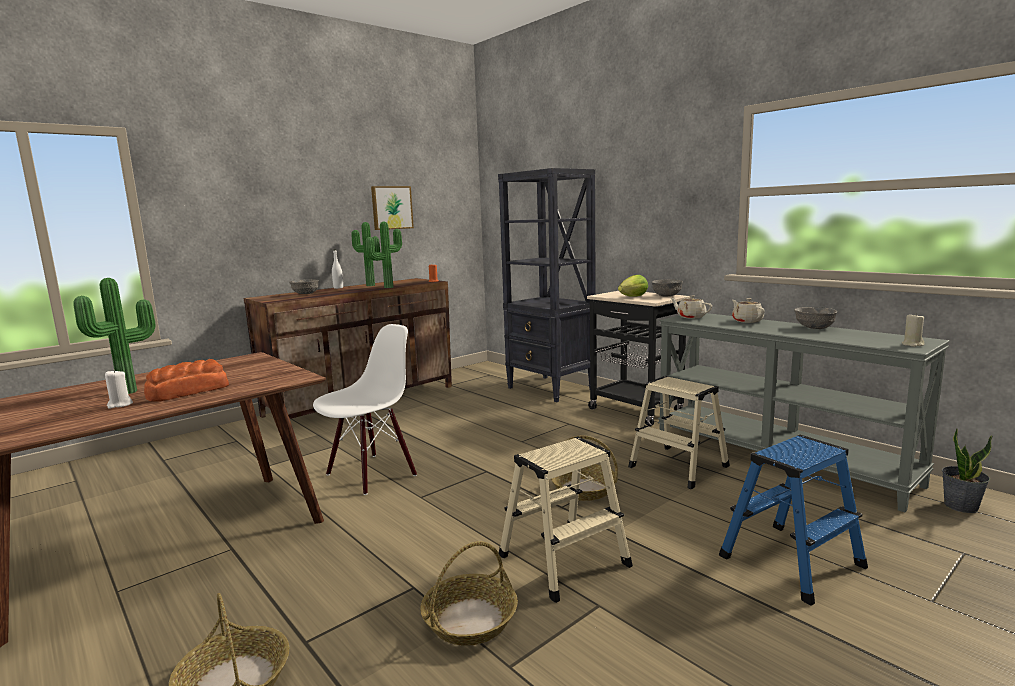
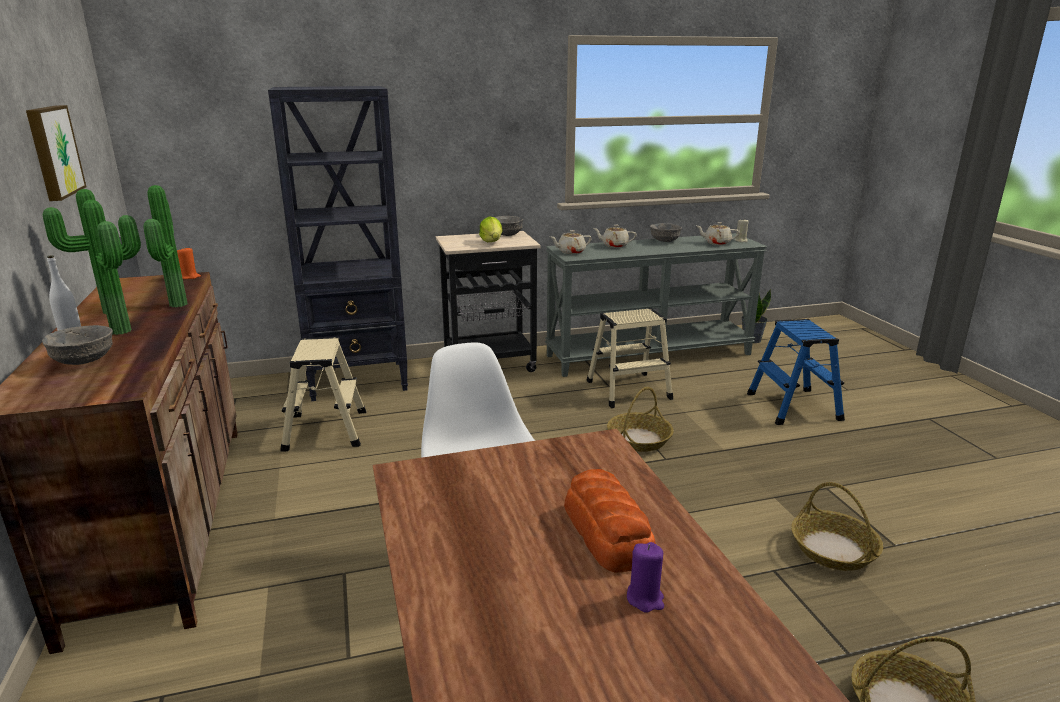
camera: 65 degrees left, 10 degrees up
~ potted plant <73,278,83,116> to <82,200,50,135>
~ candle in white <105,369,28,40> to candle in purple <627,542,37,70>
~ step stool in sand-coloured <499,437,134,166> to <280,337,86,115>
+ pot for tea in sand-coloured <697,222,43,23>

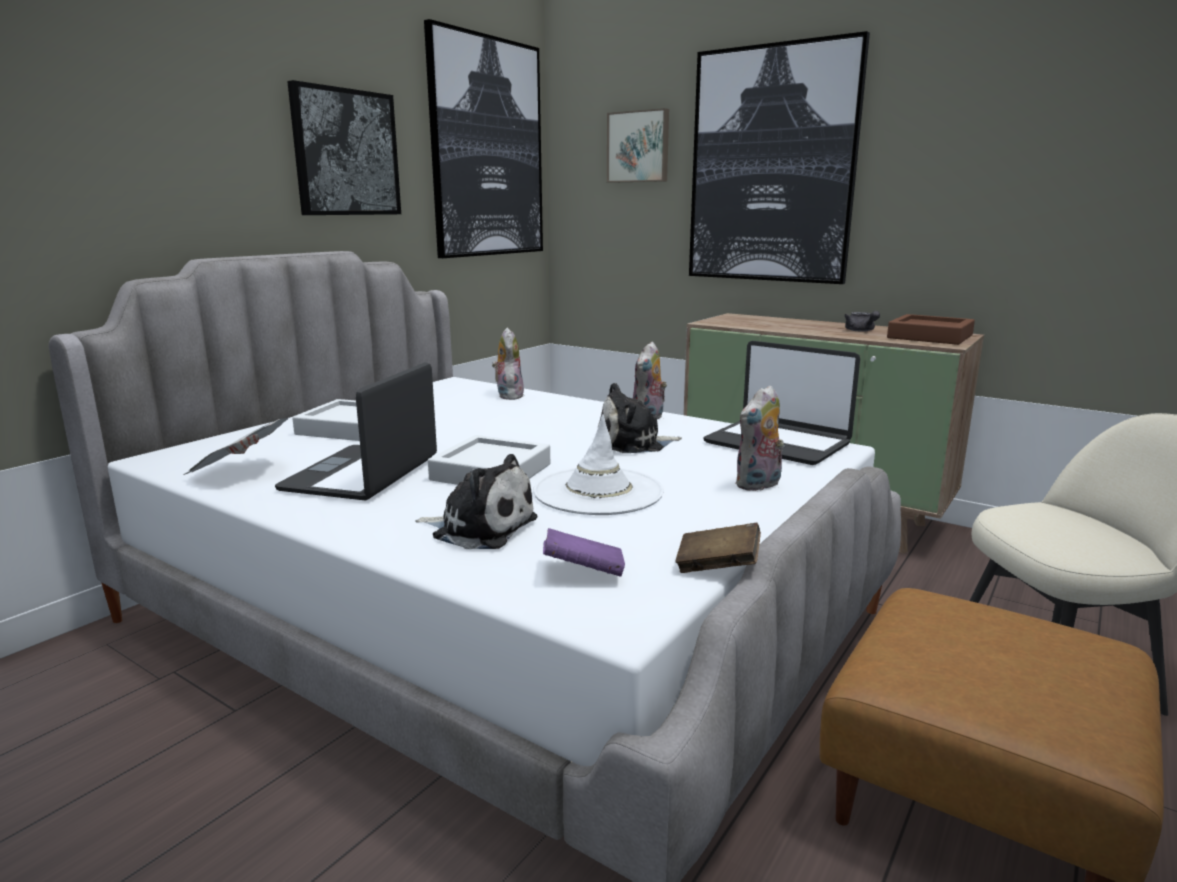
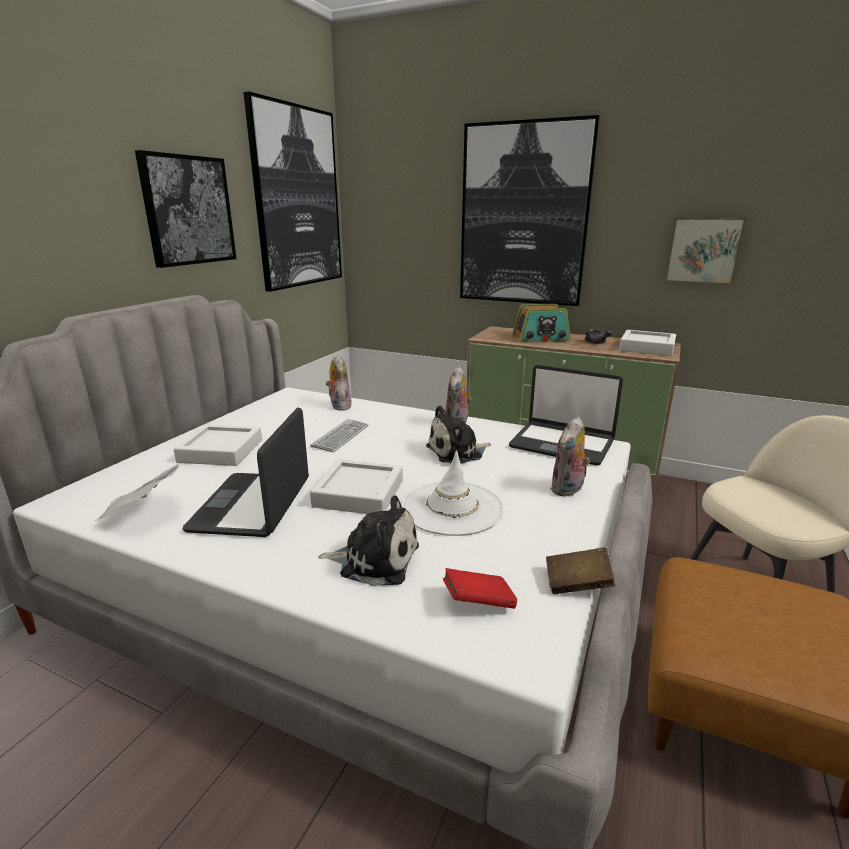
camera: 10 degrees left, 5 degrees up
~ wall art <607,108,62,75> to <665,218,81,67>
~ tray in brownish <887,314,88,31> to tray in white <619,330,57,26>
~ book in purple <543,528,82,49> to book in red <443,568,74,41>
+ radio set <512,304,58,38>
+ computer keyboard <310,419,59,33>

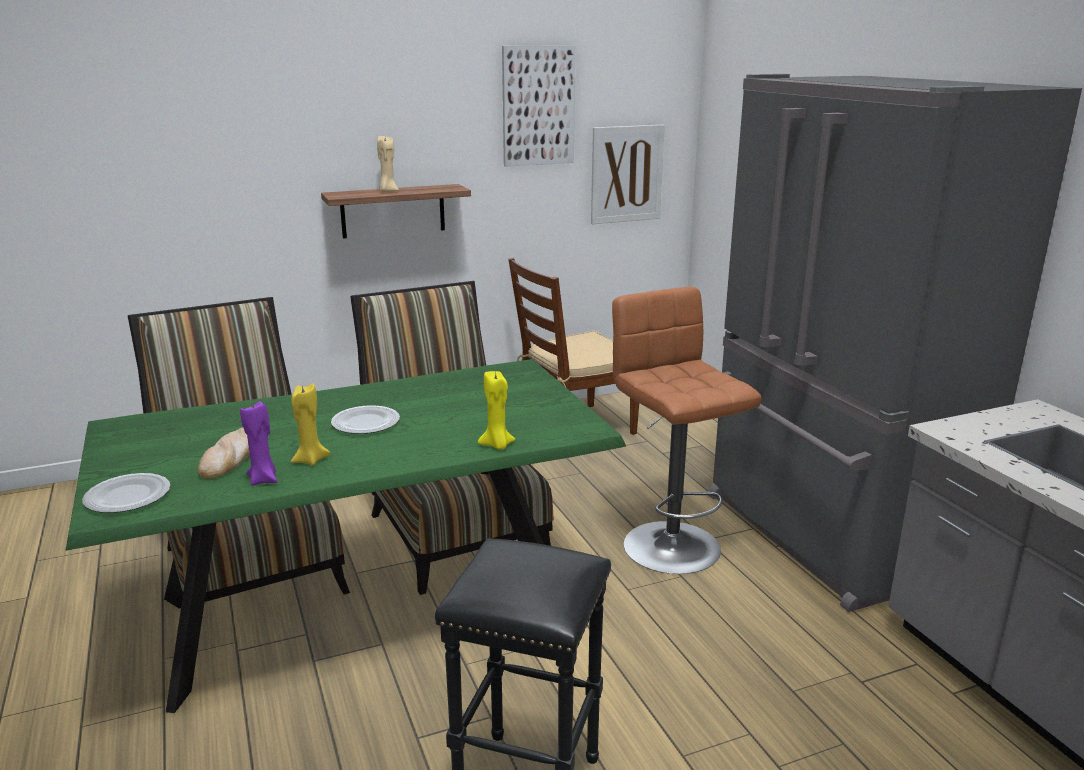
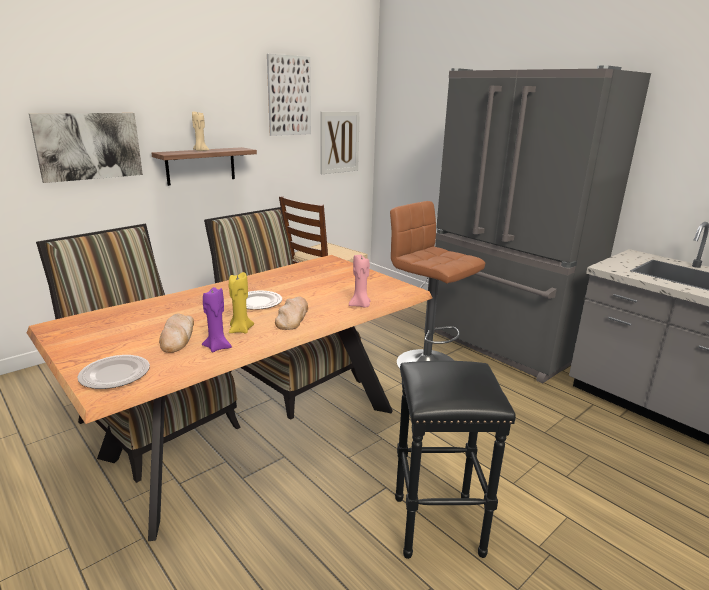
camera: 20 degrees left, 0 degrees up
~ kitchen table in green-coloured <66,359,560,354> to kitchen table in brownish <27,255,405,286>
~ candle in yellow <478,371,37,78> to candle in pink-coloured <349,255,22,52>
+ wall art <29,113,114,70>
+ bread <275,296,33,34>

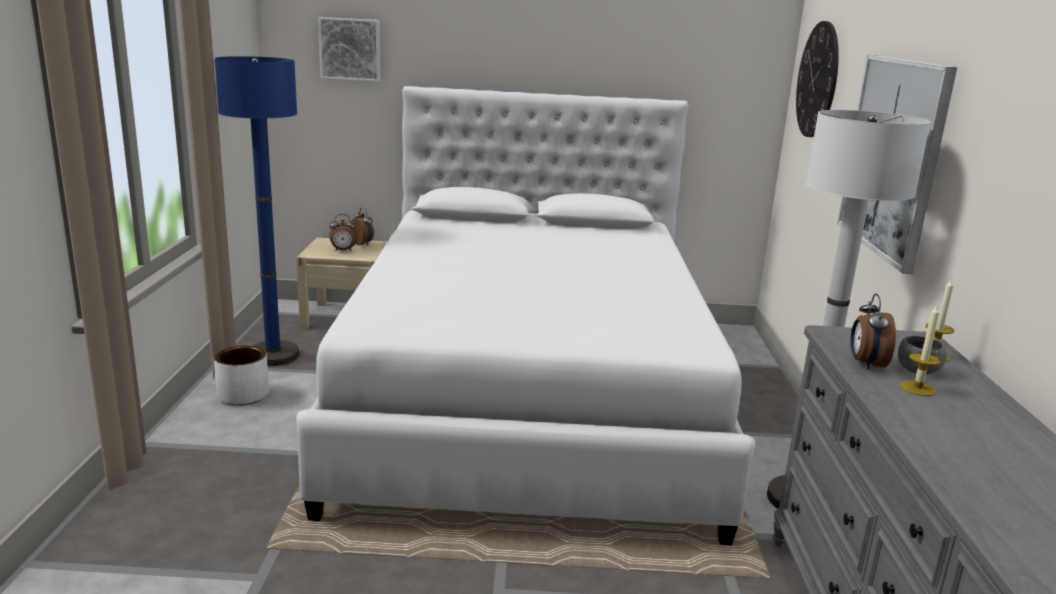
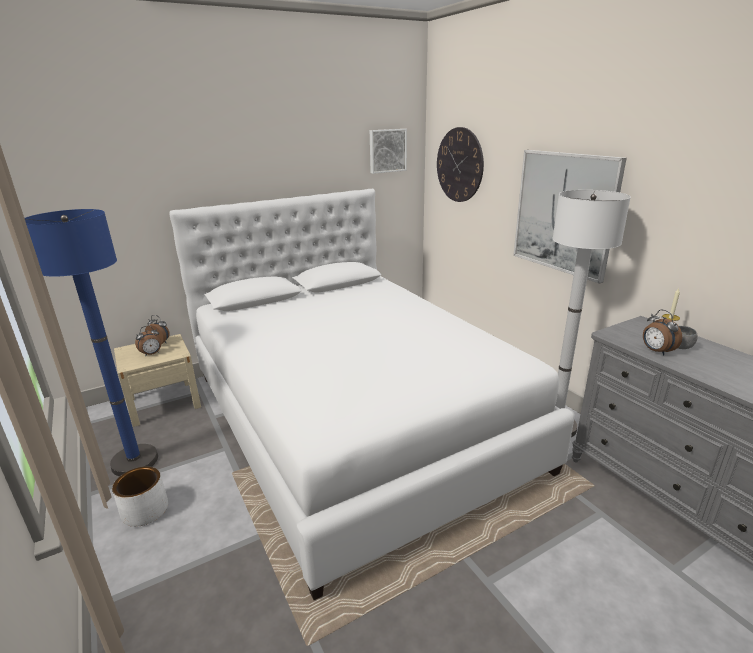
camera: 30 degrees left, 5 degrees up
~ wall art <318,17,62,65> to <370,129,37,45>
- candle <900,303,41,93>

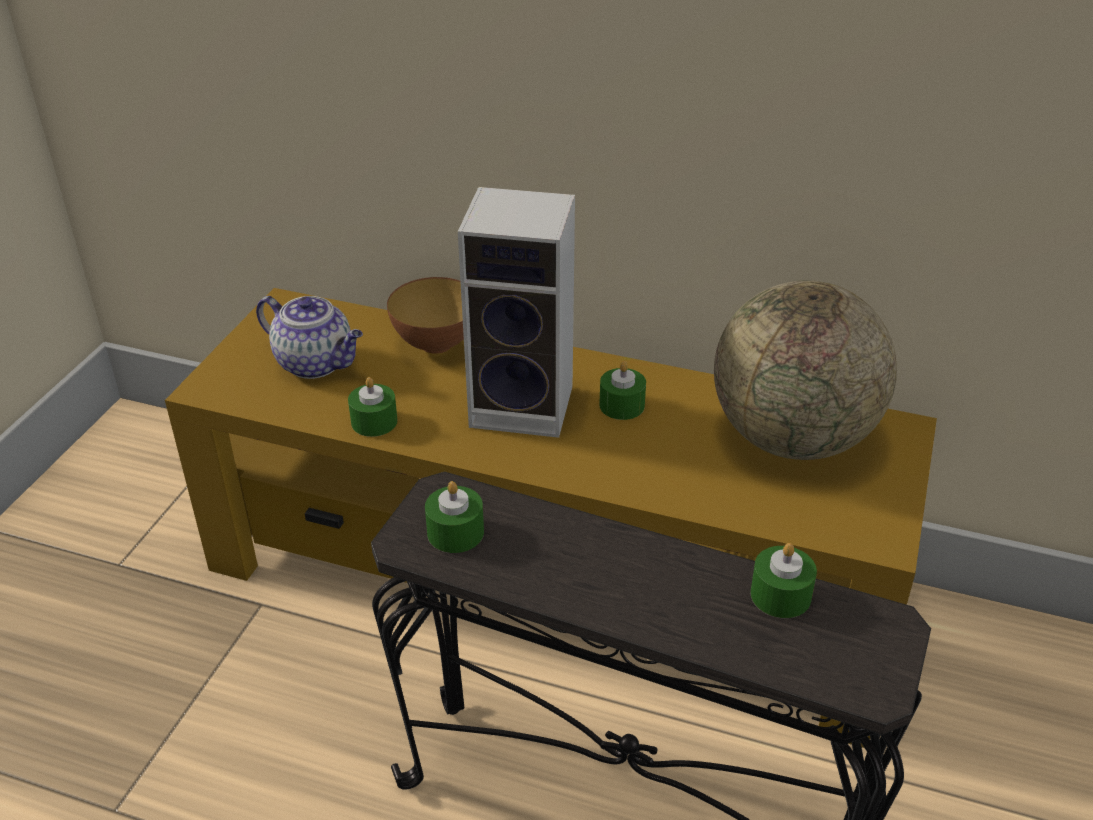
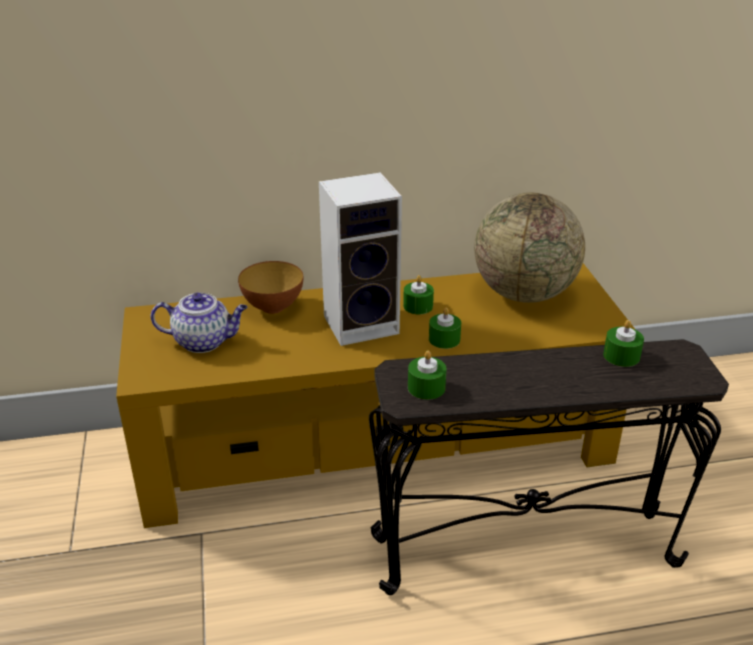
camera: 30 degrees left, 5 degrees down
~ candle in green-coloured <348,377,49,60> to <429,307,32,42>

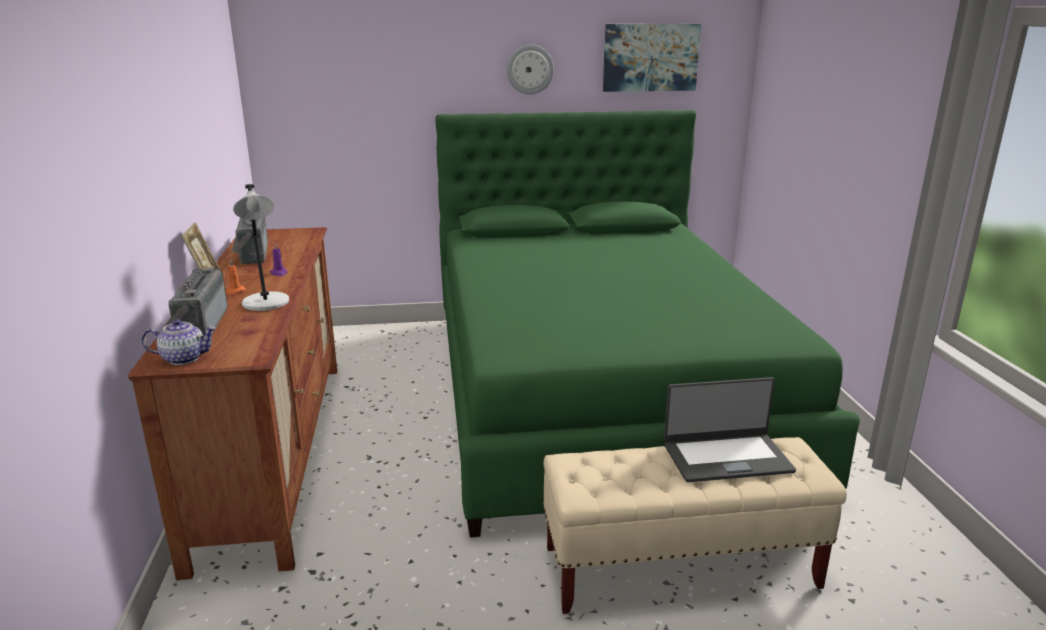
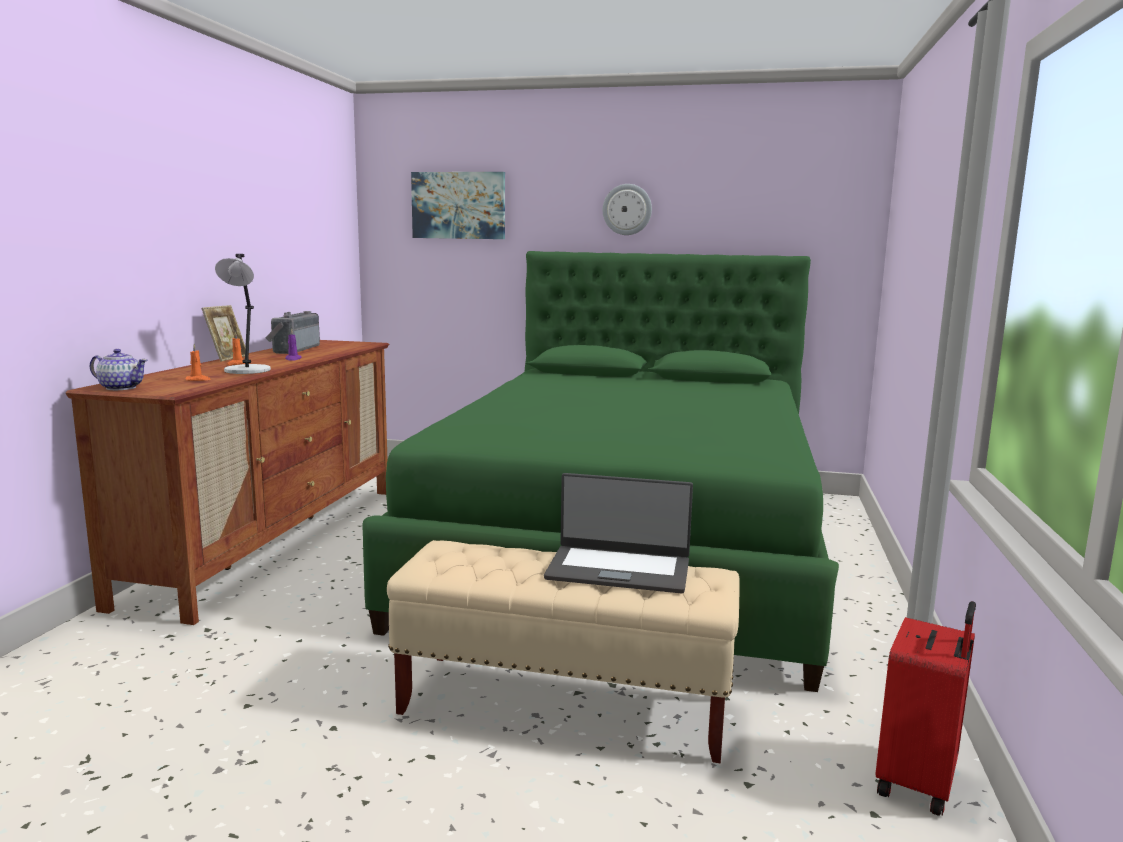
camera: 20 degrees right, 10 degrees down
~ wall art <603,24,98,68> to <411,172,94,67>
- radio set <164,268,64,68>
+ candle in orangey <185,344,25,37>
+ suitcase in red <875,601,101,215>

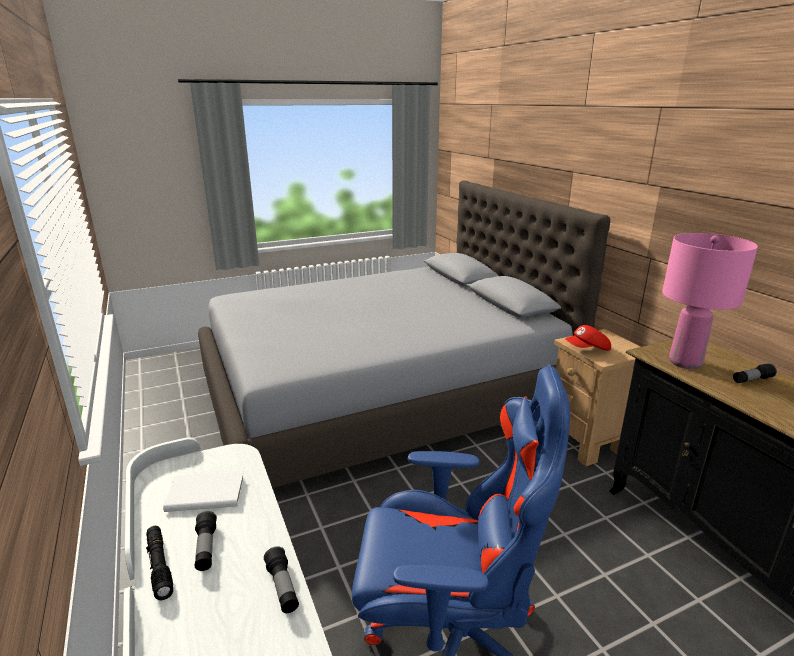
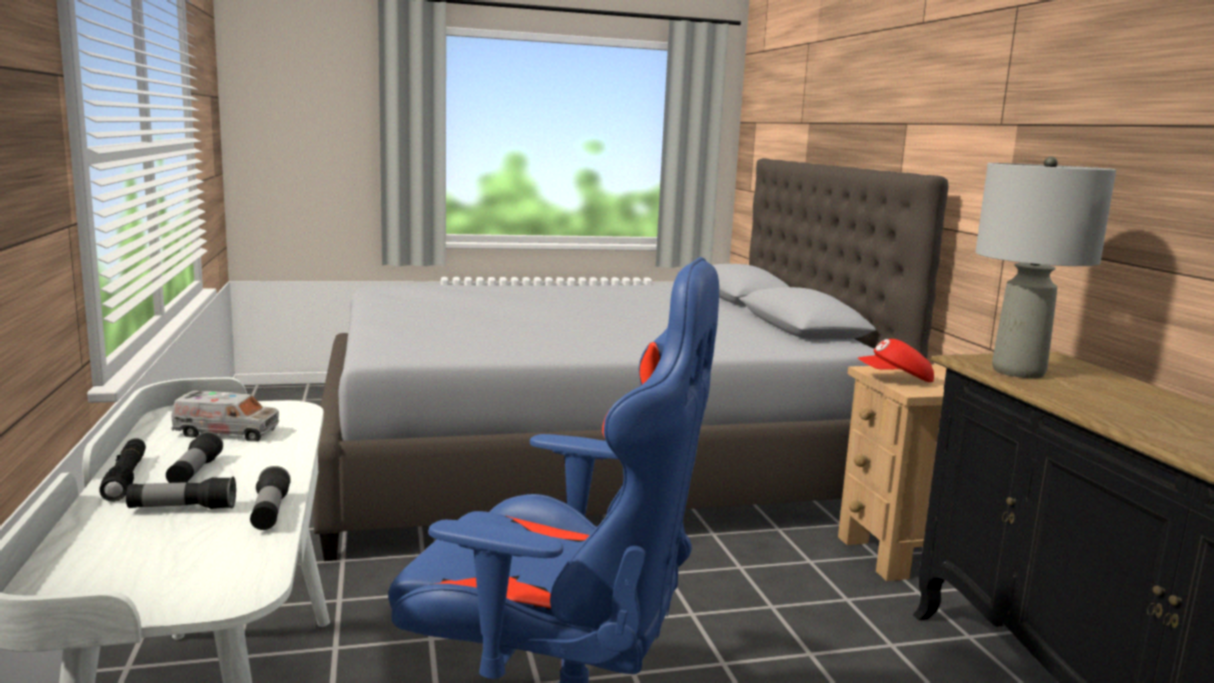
camera: 10 degrees right, 10 degrees down
~ table lamp in pink-coloured <662,233,96,136> to table lamp in grey <975,157,141,221>
~ torch <733,363,44,20> to <126,477,110,32>
~ book in white <163,471,82,41> to model truck <171,391,108,51>

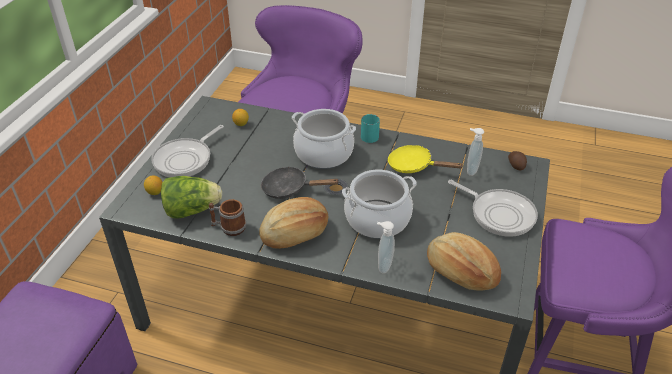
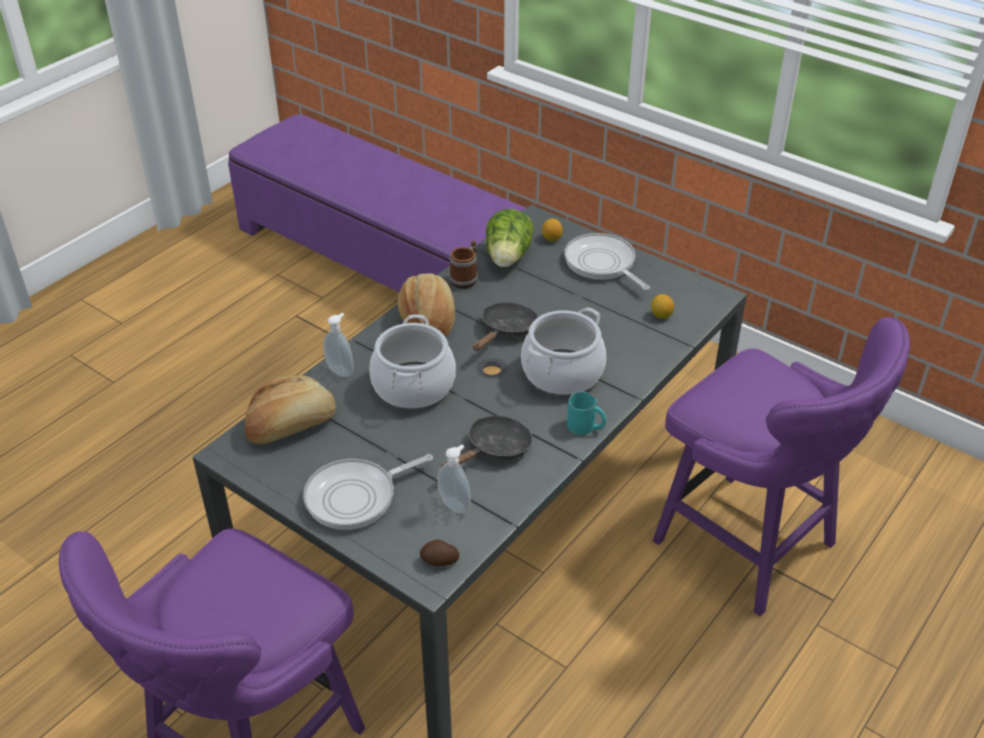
camera: 110 degrees right, 0 degrees up
~ skillet in yellow <388,145,75,28> to skillet in black-coloured <441,416,92,51>

